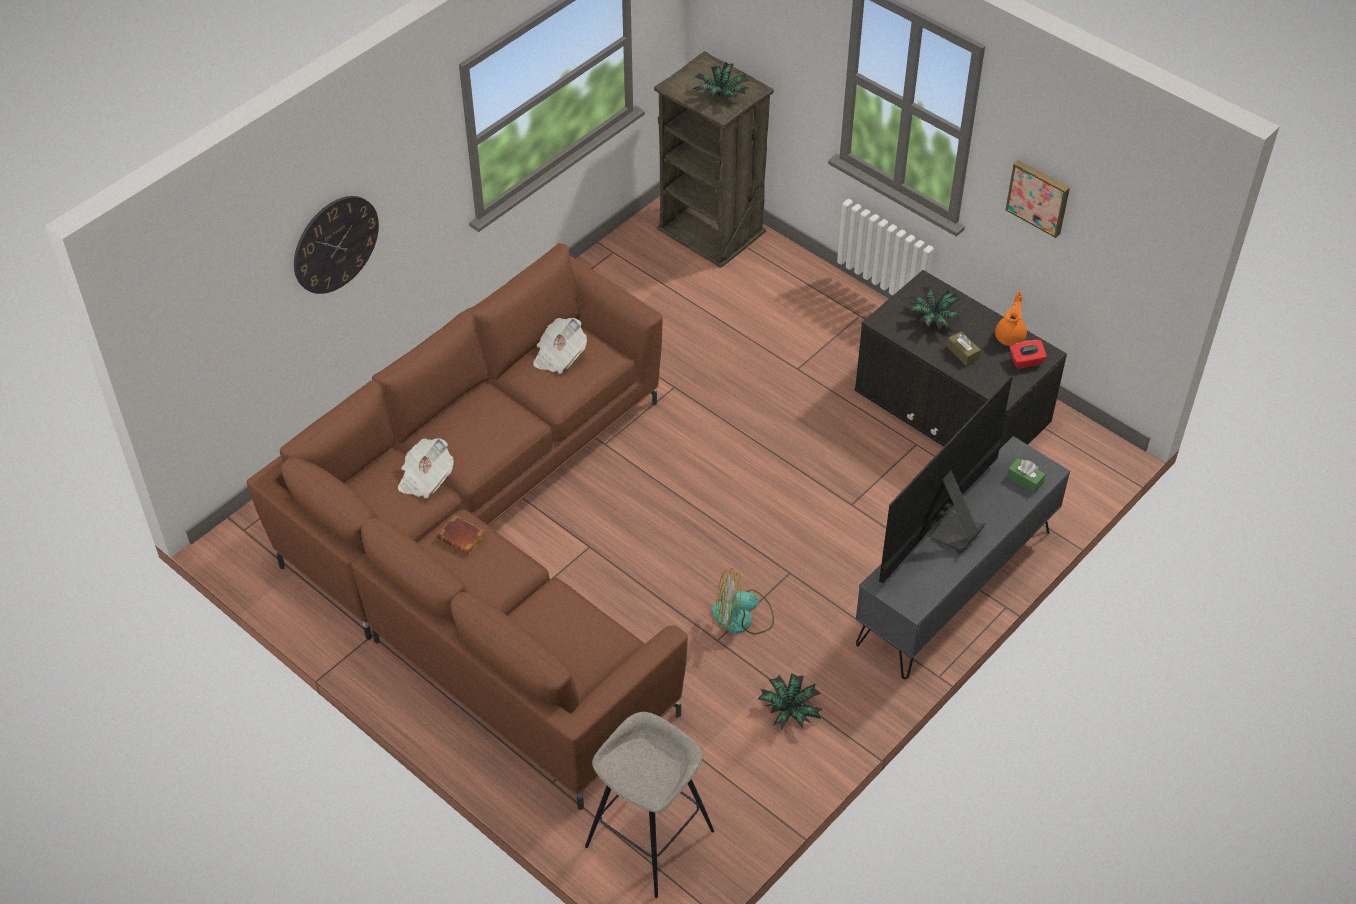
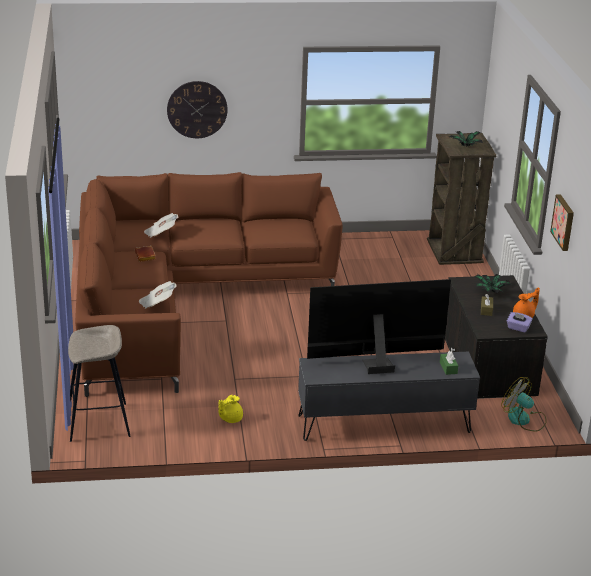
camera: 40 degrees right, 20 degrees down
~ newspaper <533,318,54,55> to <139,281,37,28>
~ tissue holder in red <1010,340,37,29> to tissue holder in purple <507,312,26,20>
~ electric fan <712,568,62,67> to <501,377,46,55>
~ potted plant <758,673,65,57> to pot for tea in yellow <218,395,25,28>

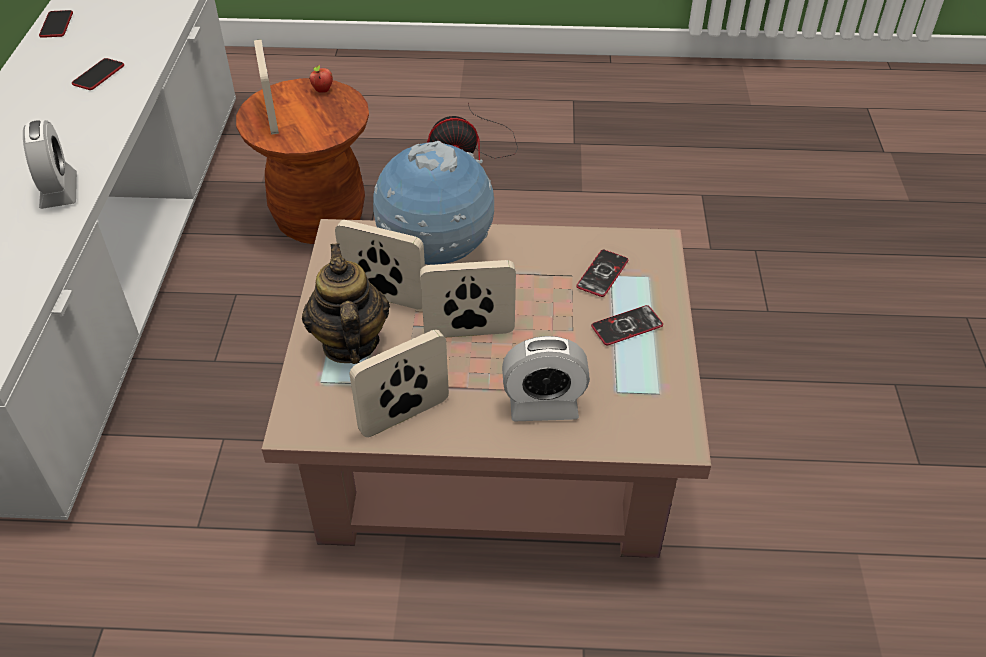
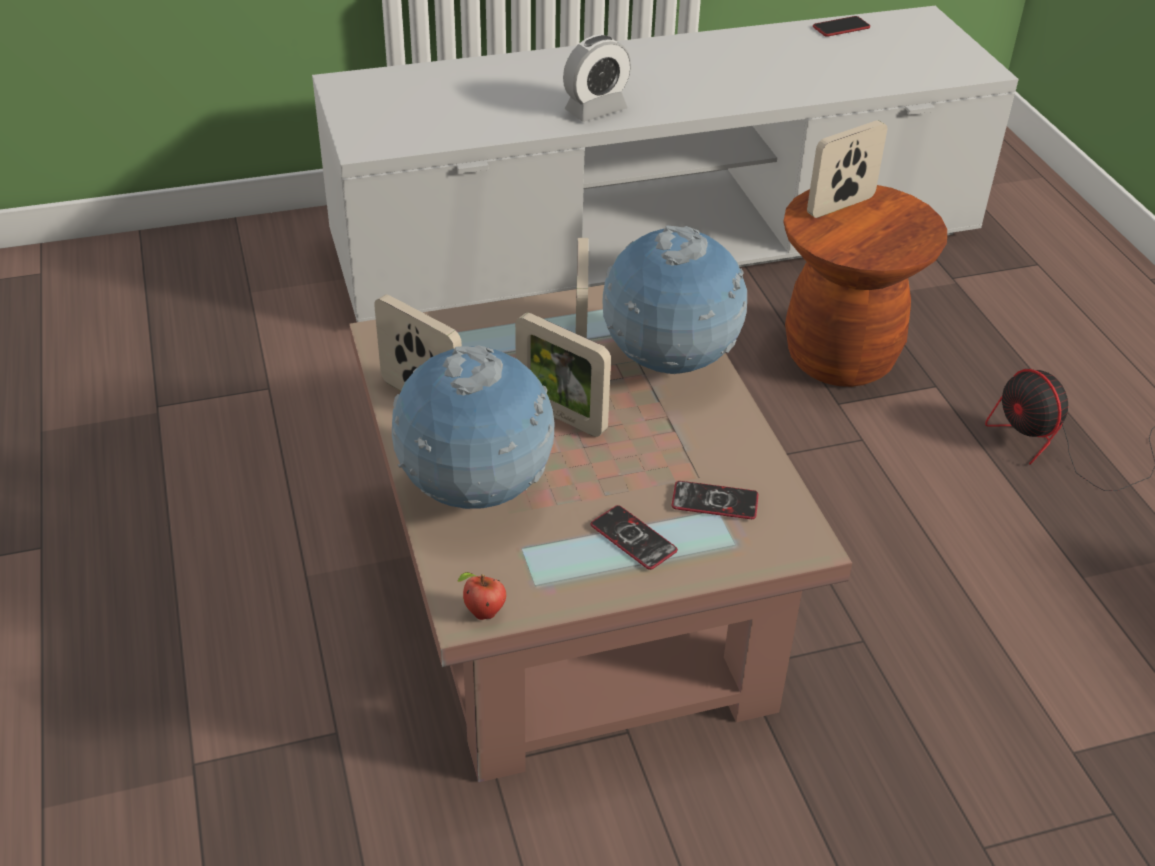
camera: 70 degrees right, 5 degrees down
- telephone <72,58,52,32>
~ apple <309,65,24,28> to <457,572,49,48>
- pot for tea <302,243,88,121>
~ standing frame <420,260,96,78> = <515,313,96,124> 150 degrees clockwise
~ table clock <502,336,88,86> to globe <392,345,162,164>

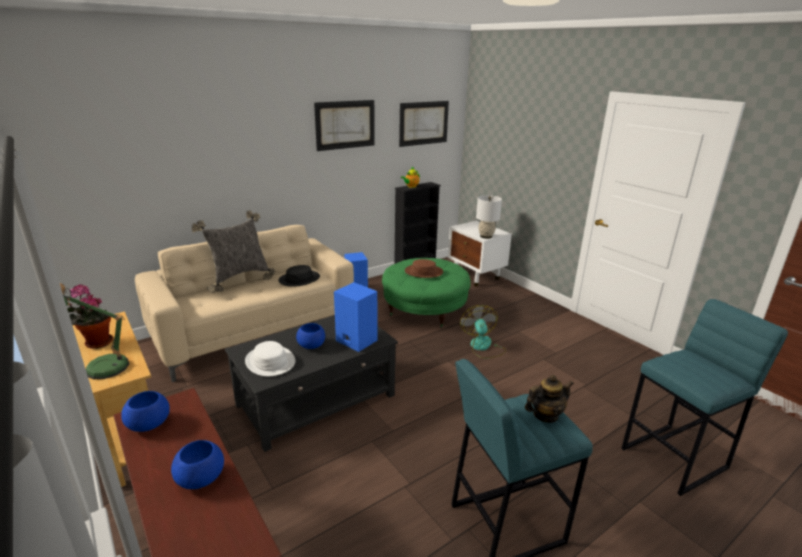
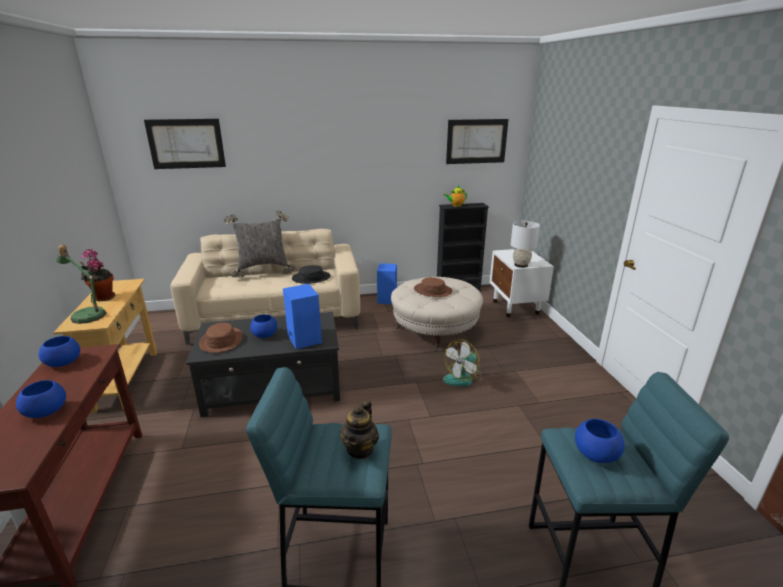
camera: 25 degrees right, 0 degrees up
~ wall art <314,100,61,51> to <144,119,82,50>
~ ottoman in green-coloured <382,258,89,70> to ottoman in sand-coloured <391,277,92,73>
~ electric fan <460,305,46,53> = <443,339,38,47> 150 degrees counterclockwise
~ clothing hat in white <245,341,50,35> to clothing hat in brownish <199,323,44,30>
~ pot for tea <525,375,49,48> = <340,400,39,59> 105 degrees clockwise
+ deep dish in blue-coloured <575,419,49,44>

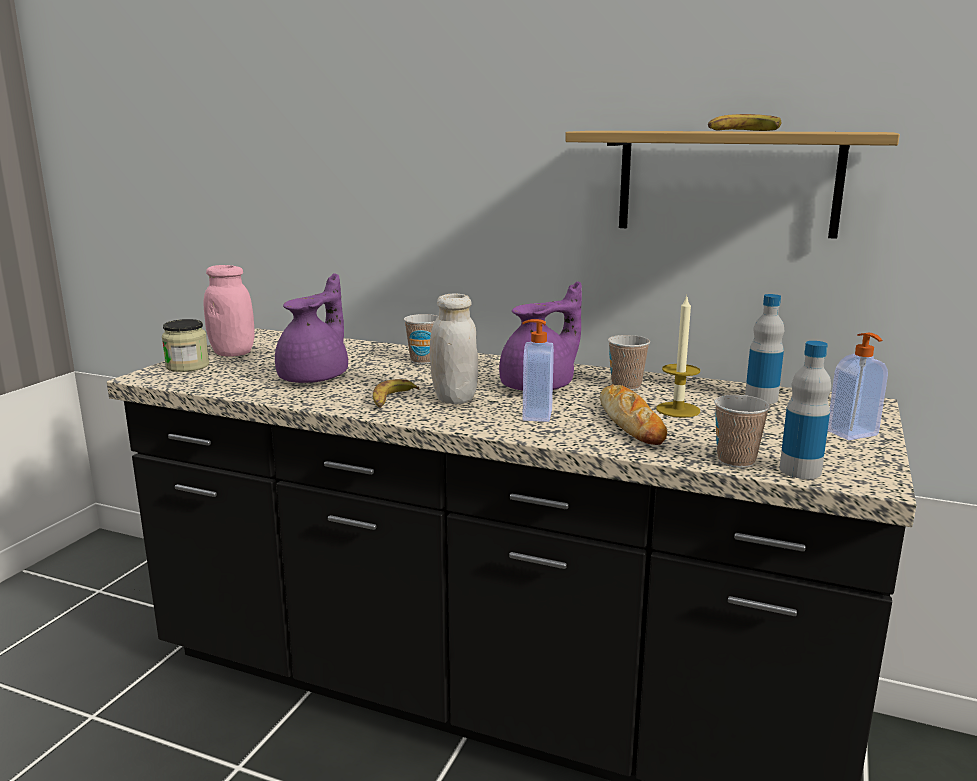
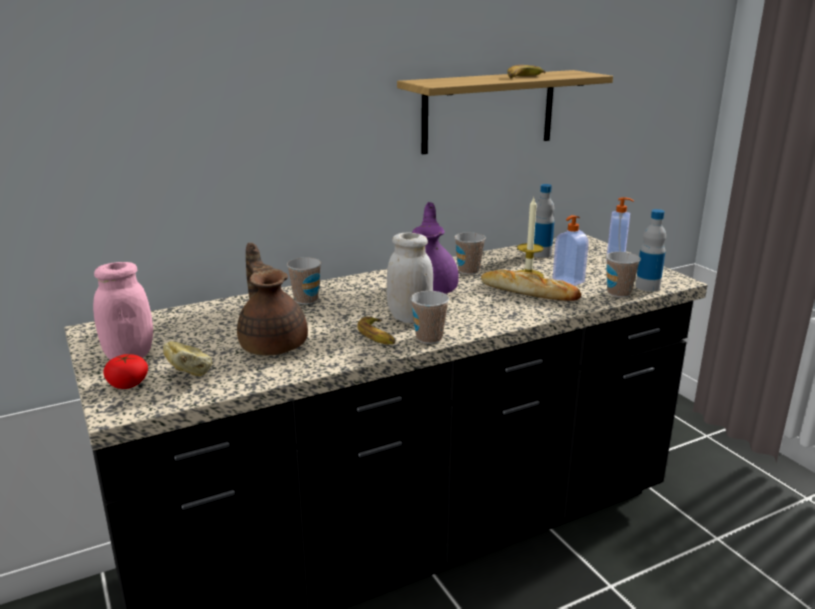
camera: 50 degrees left, 5 degrees up
~ pot for tea in purple <275,273,73,110> to pot for tea in brownish <237,243,71,113>
~ preserve jar <162,319,47,53> to tomato <103,354,45,35>
~ soap bottle <522,319,32,103> to <552,215,37,71>
+ small cup <410,291,39,53>
+ bread <163,341,49,35>

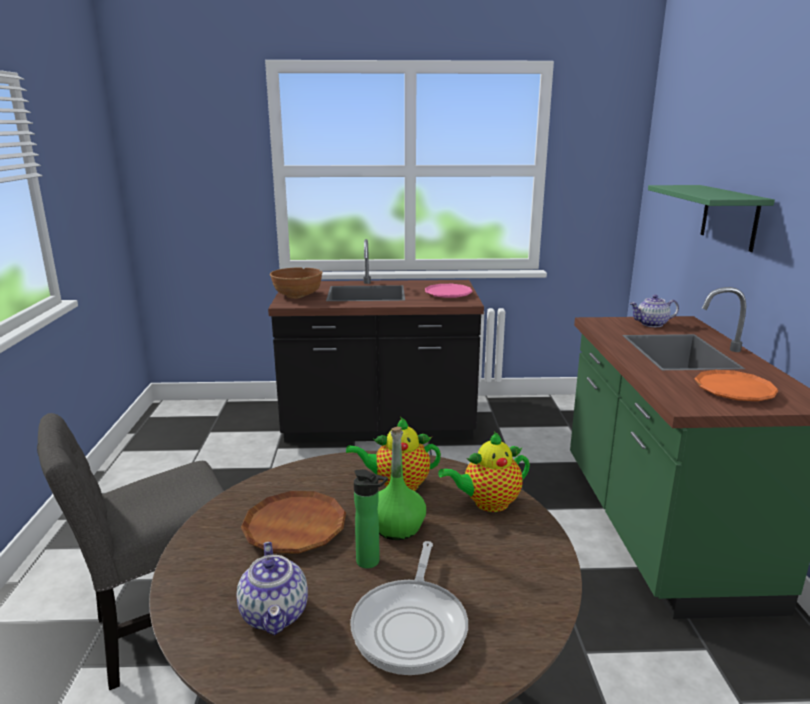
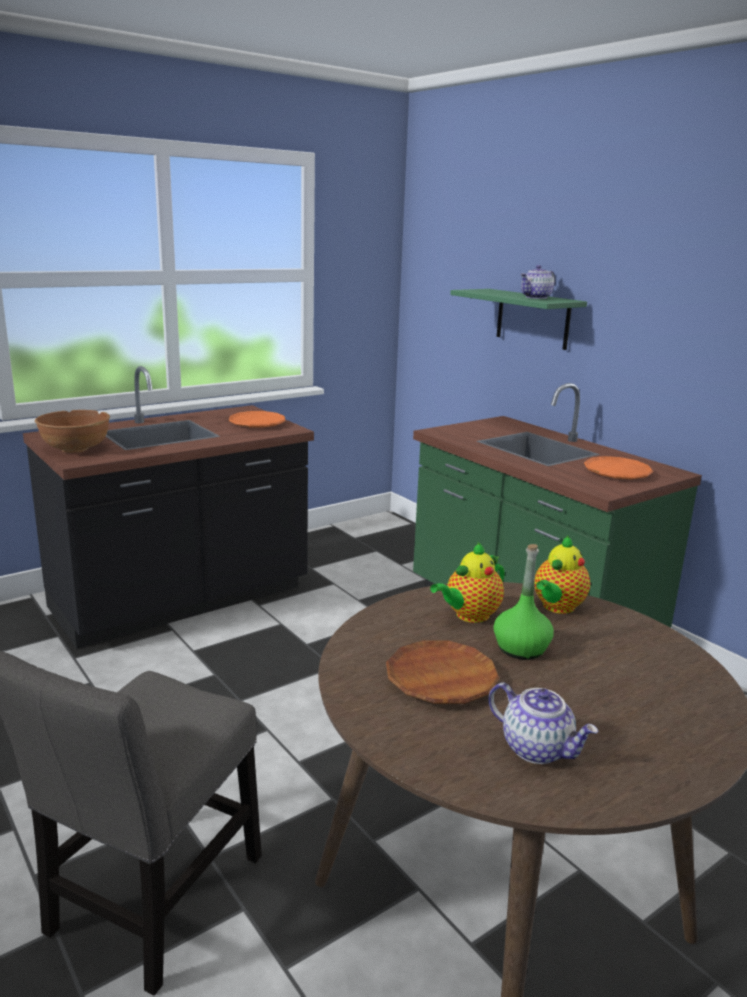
camera: 35 degrees left, 0 degrees up
~ plate in pink-coloured <425,284,48,14> to plate in orangey <229,411,56,17>
~ pot for tea <629,295,50,32> to <520,265,35,34>
- drink bottle <354,469,34,99>
- skillet <350,541,118,134>

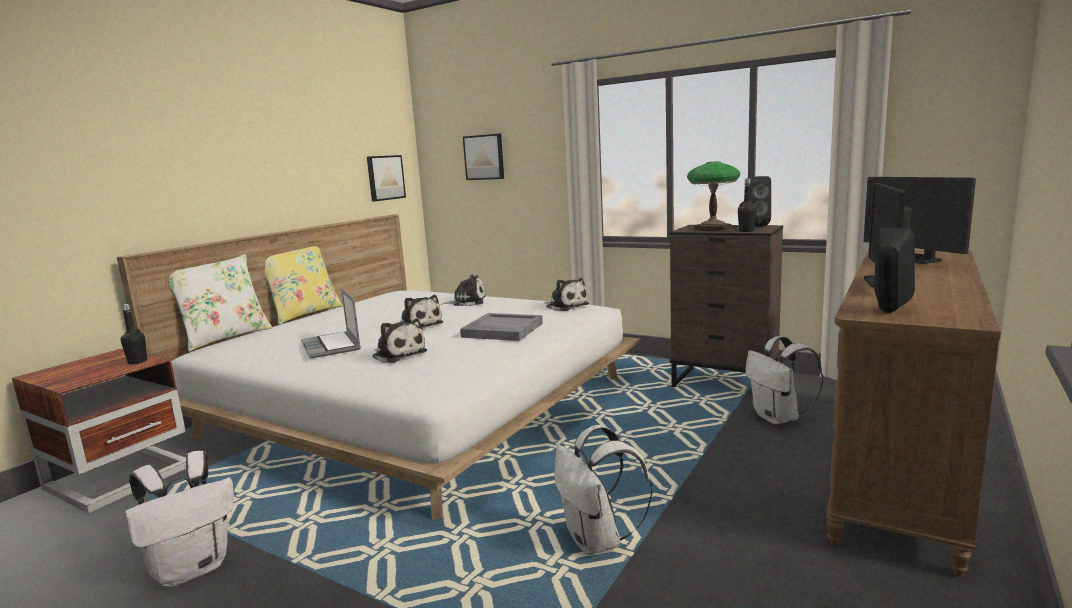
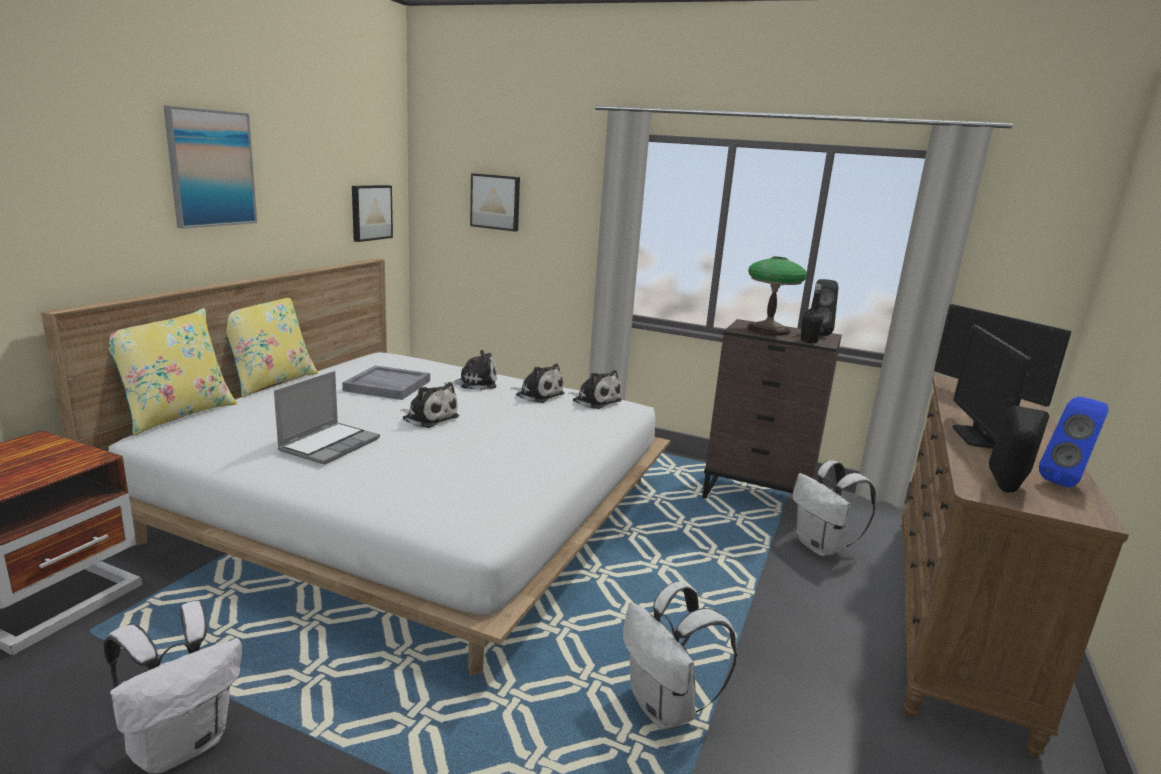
camera: 10 degrees left, 5 degrees up
~ pillow in white <169,254,104,97> to pillow in yellow <109,308,128,127>
~ notebook computer <301,288,60,71> = <274,371,106,94> 120 degrees counterclockwise
- drink bottle in black-coloured <120,304,27,60>
~ tray in grey <460,313,83,28> to <342,365,88,35>
~ plush toy <372,318,55,45> to <511,363,53,40>
+ wall art <163,106,94,123>
+ audio speaker in blue-coloured <1039,396,70,91>

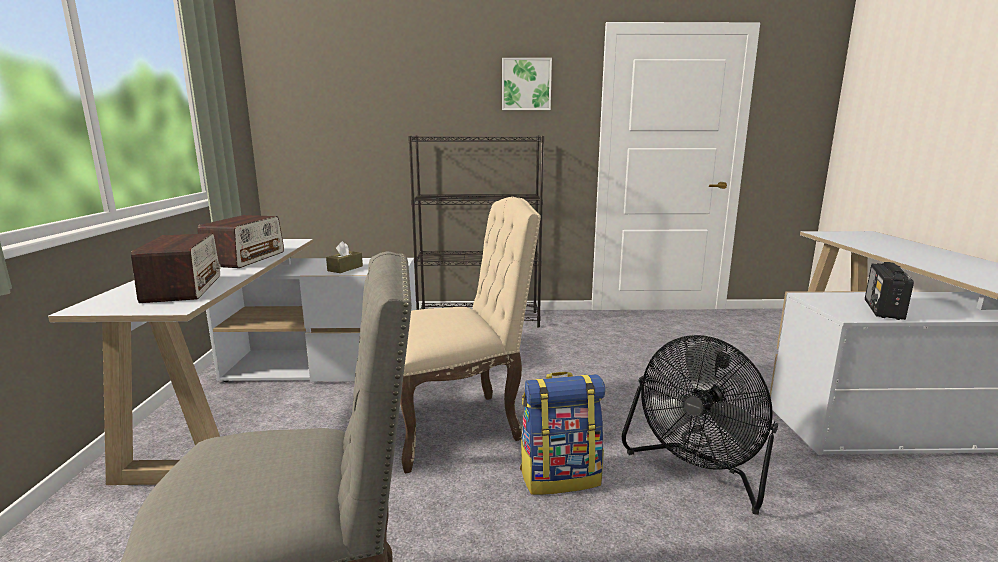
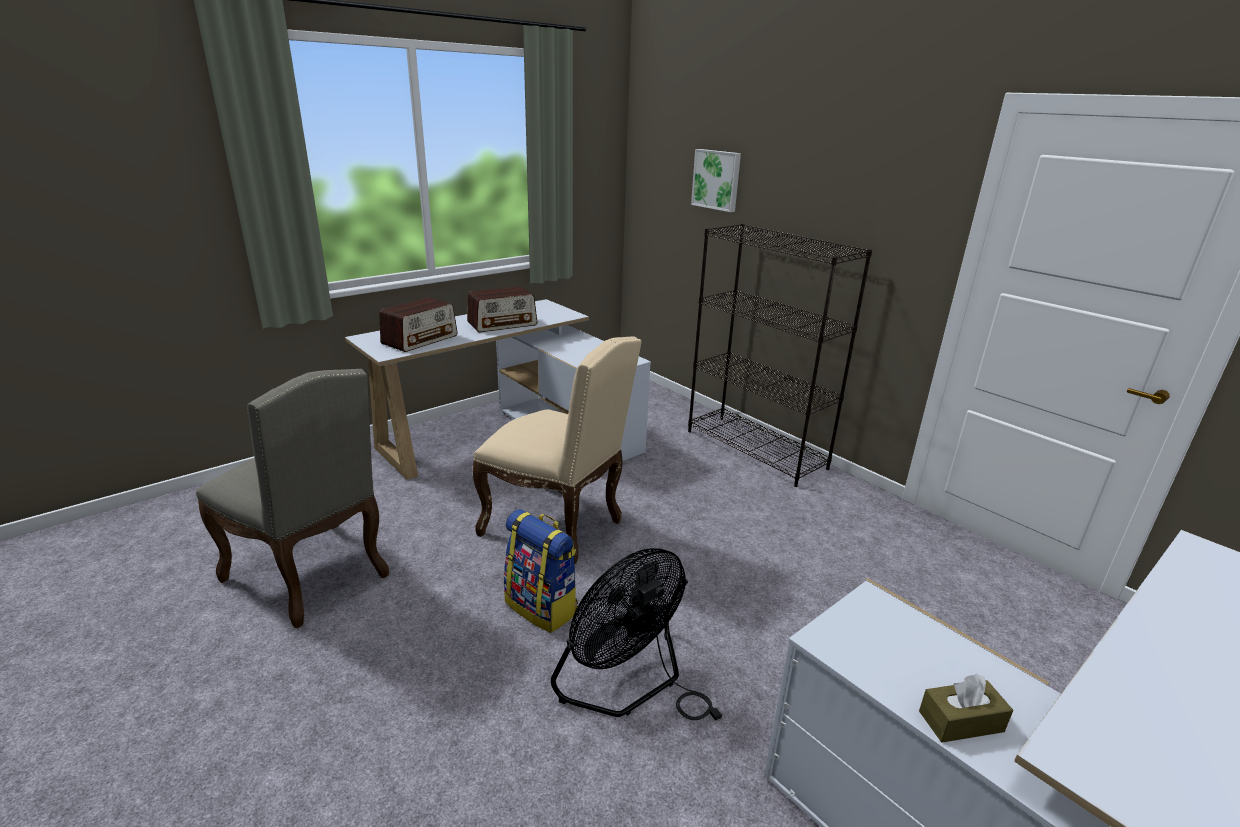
camera: 50 degrees right, 10 degrees up
~ wall art <502,58,50,52> to <691,149,50,63>
~ tissue holder in brownish <326,241,37,32> to <919,674,94,69>
- radio set <865,262,49,58>
~ electric fan in black-coloured <622,335,156,180> = <551,548,171,173> 45 degrees clockwise

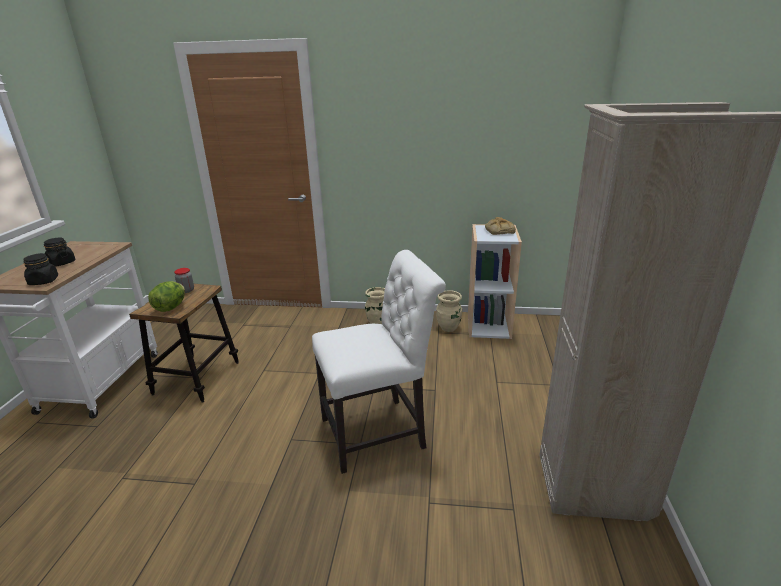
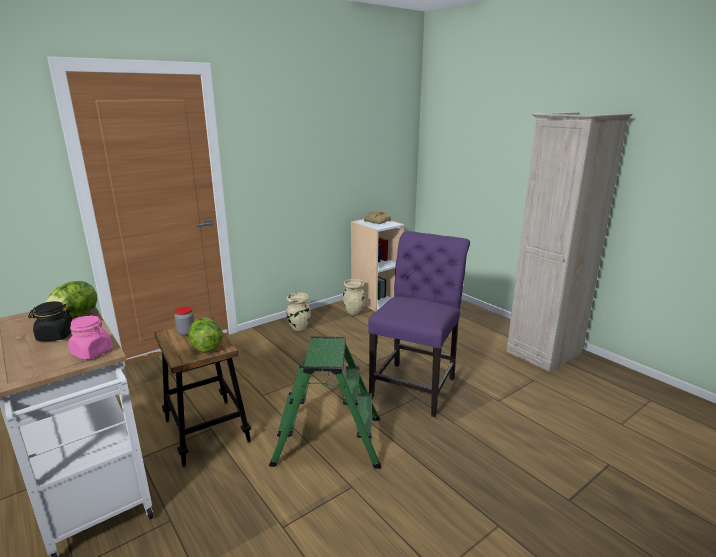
camera: 45 degrees left, 5 degrees down
~ chair in white <312,250,134,224> to chair in purple <368,231,102,186>
~ preserve jar in black-coloured <23,253,35,32> to preserve jar in pink-coloured <68,315,44,45>
+ lettuce <45,281,53,37>
+ step stool in green-coloured <269,336,112,133>

